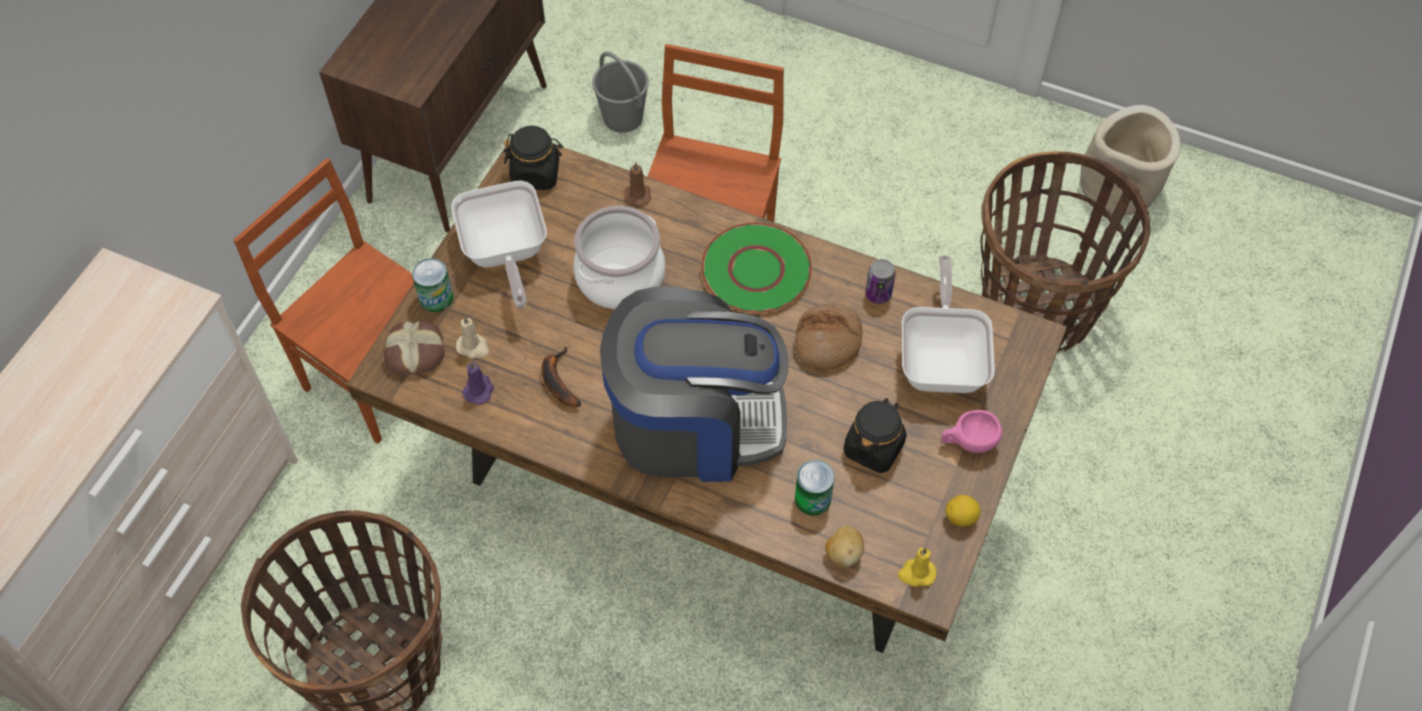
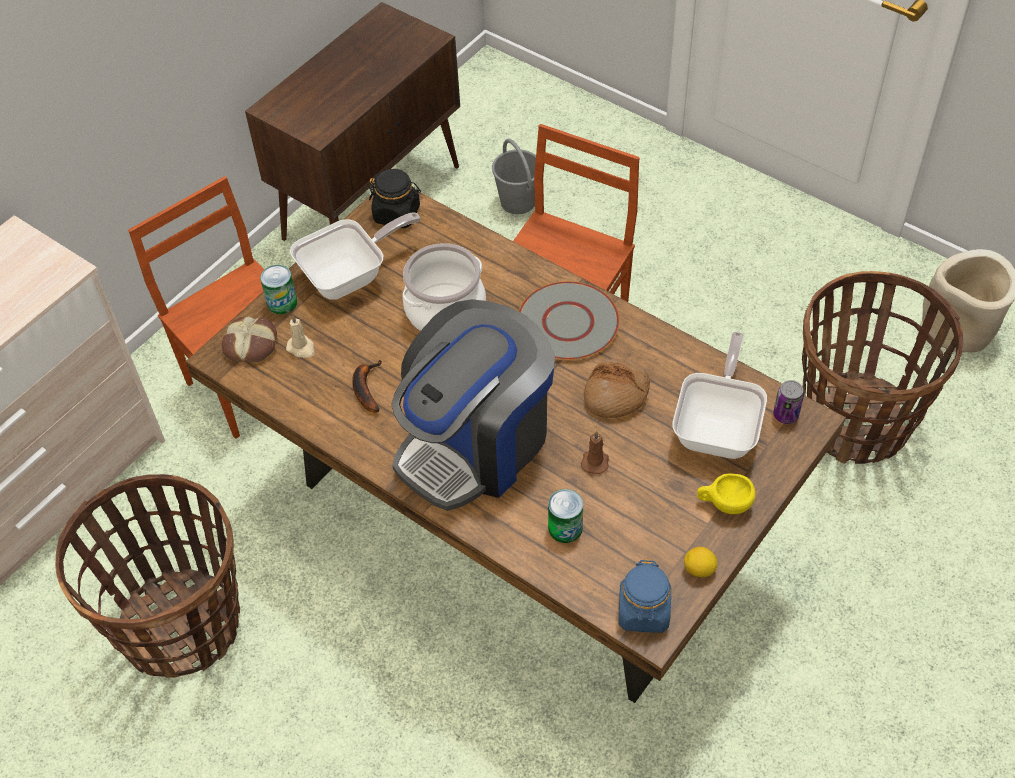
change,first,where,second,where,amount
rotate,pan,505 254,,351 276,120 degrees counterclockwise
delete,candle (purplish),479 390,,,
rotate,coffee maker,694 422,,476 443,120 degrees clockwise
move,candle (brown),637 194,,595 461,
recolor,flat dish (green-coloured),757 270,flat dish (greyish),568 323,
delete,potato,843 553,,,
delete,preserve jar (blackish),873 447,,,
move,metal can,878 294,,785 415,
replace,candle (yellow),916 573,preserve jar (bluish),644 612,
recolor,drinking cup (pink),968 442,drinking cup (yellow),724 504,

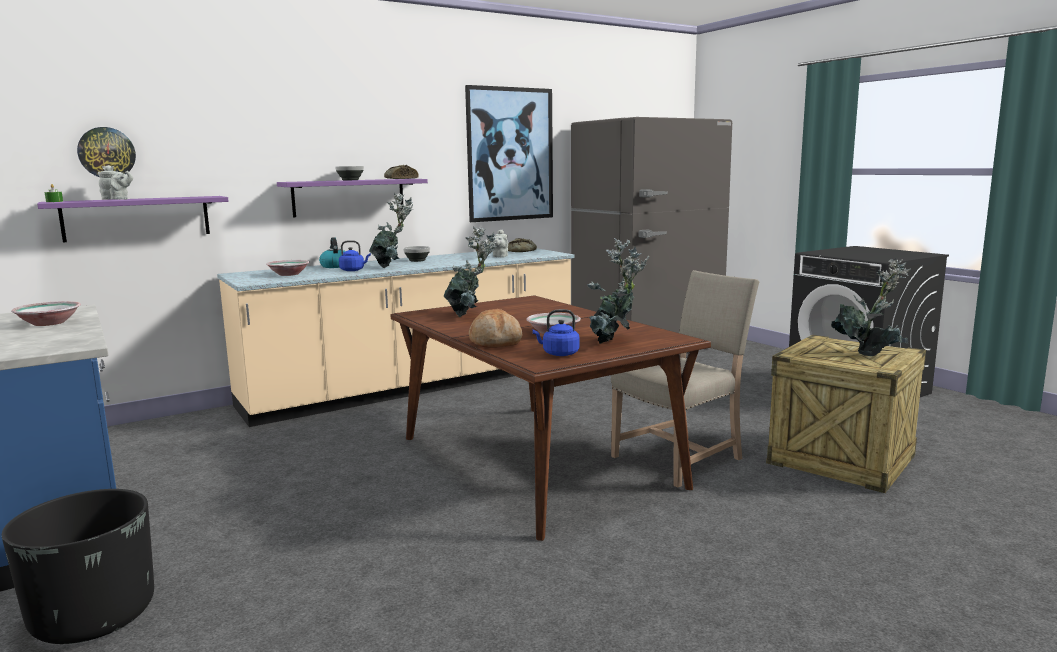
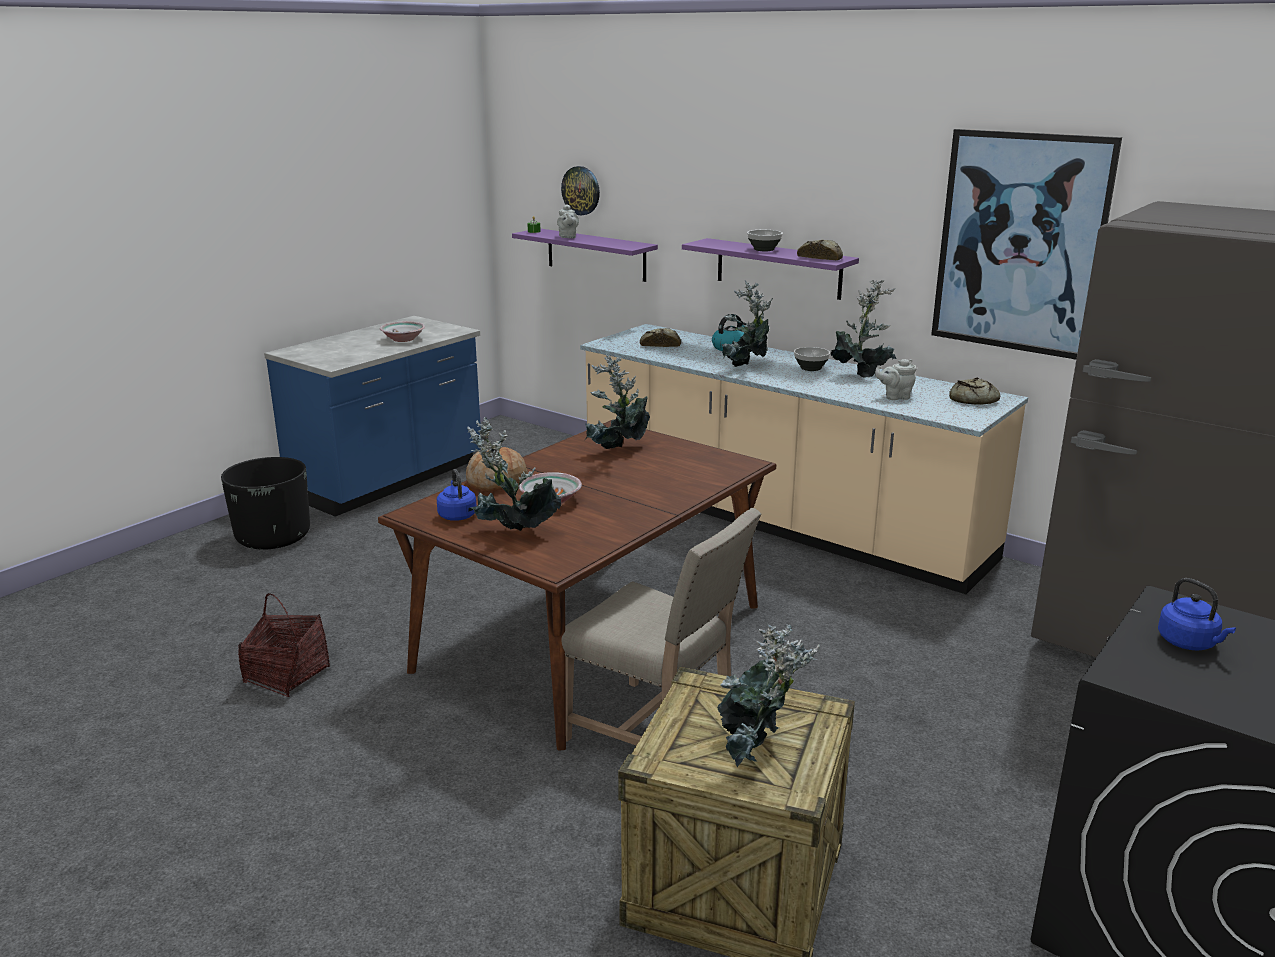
change,first,where,second,where,amount
replace,serving bowl,289 274,baked bread,660 344,
move,water kettle (bluish),353 270,,1189 643,
insert,,,storage basket,287 675,
insert,,,plant in a pot,862 374,

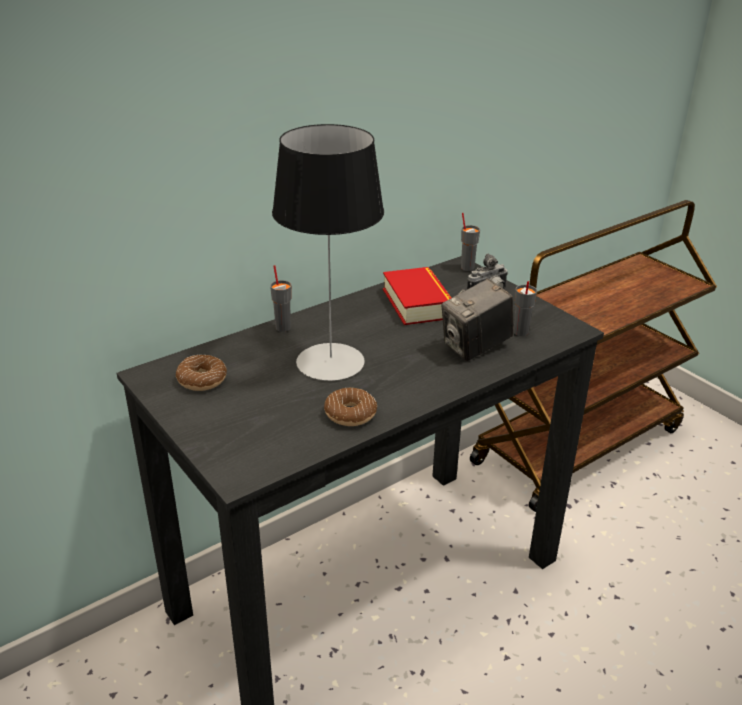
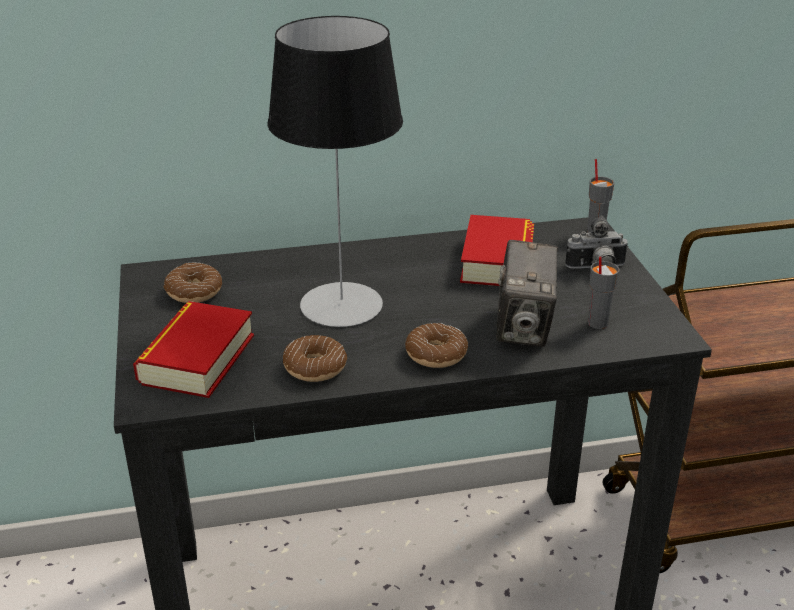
change,first,where,second,where,amount
delete,drinking cup (greyish),283 327,,,
rotate,still camera,475 347,,524 328,75 degrees counterclockwise
insert,,,volume,197 359,
insert,,,donut,436 354,

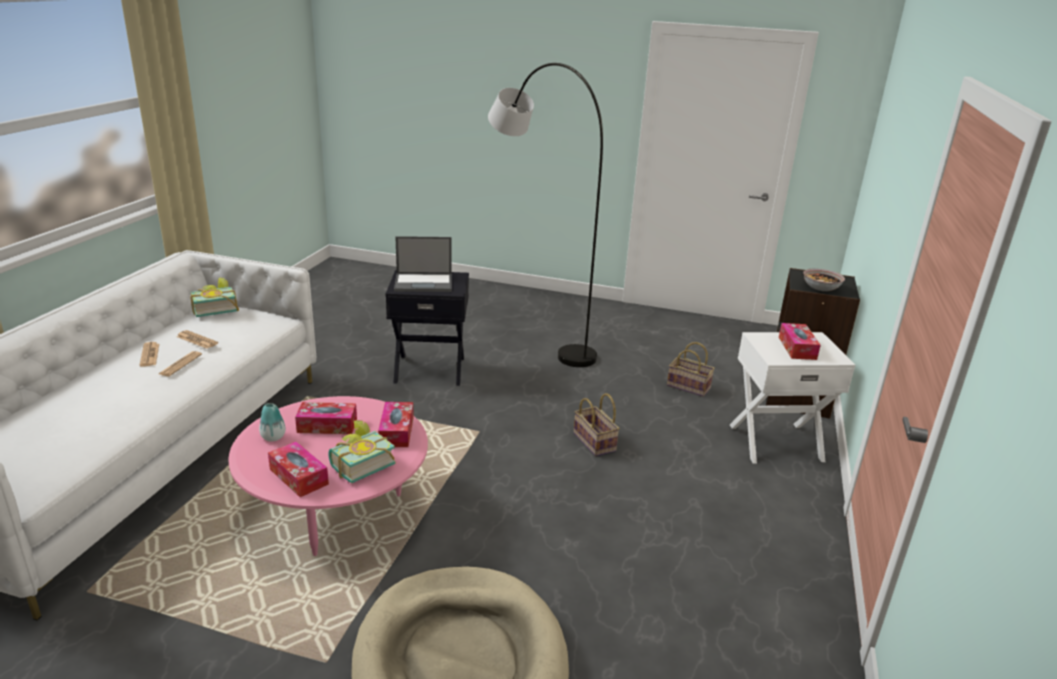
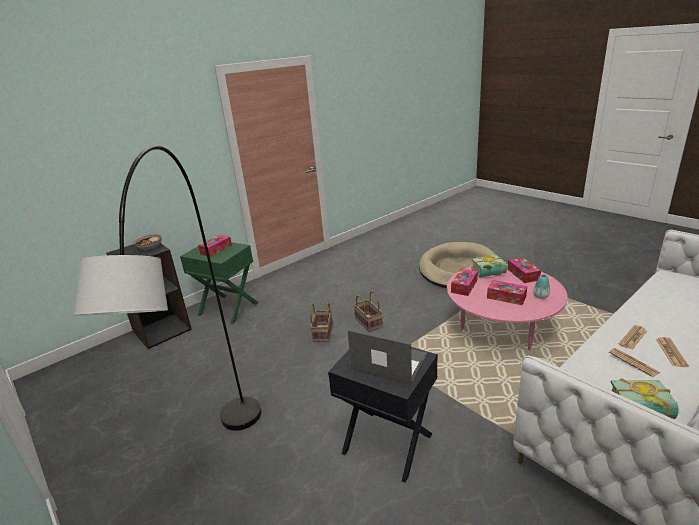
change,first,where,second,where,amount
move,storage basket,689 387,,367 322,
recolor,end table (white-coloured),775 442,end table (green-coloured),228 309,

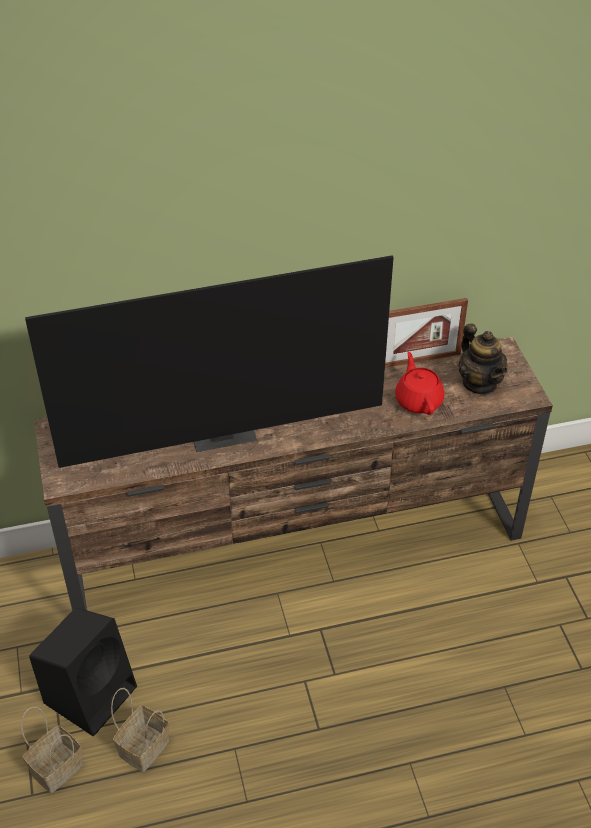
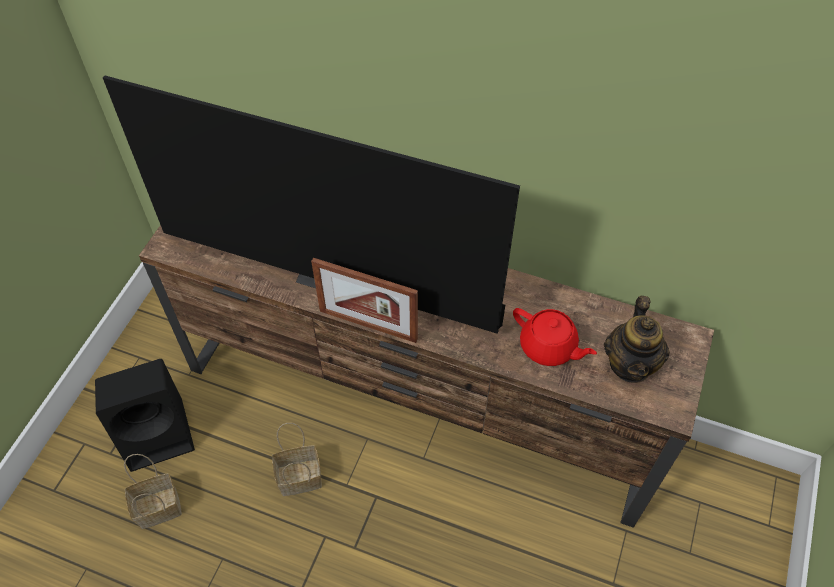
change,first,where,second,where,amount
move,storage basket,57 766,,301 476,
move,standing frame,419 360,,368 325,
rotate,pot for tea (red-coloured),418 400,,548 347,105 degrees clockwise

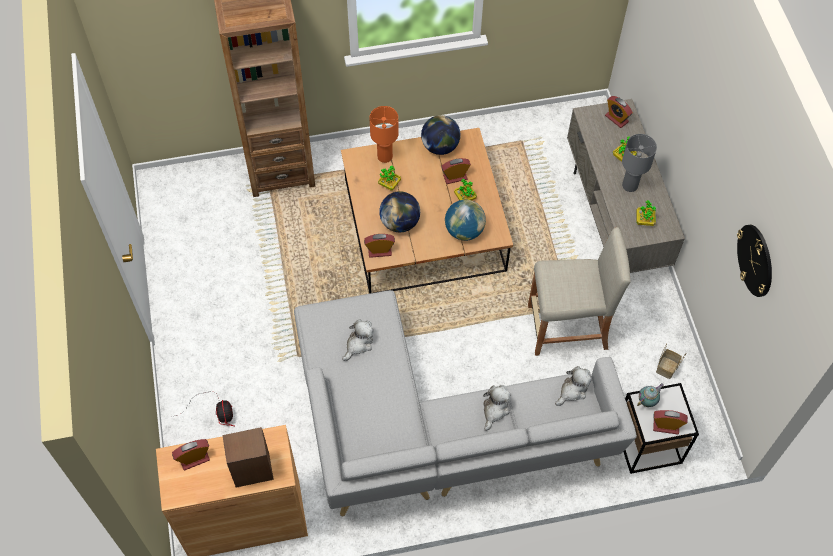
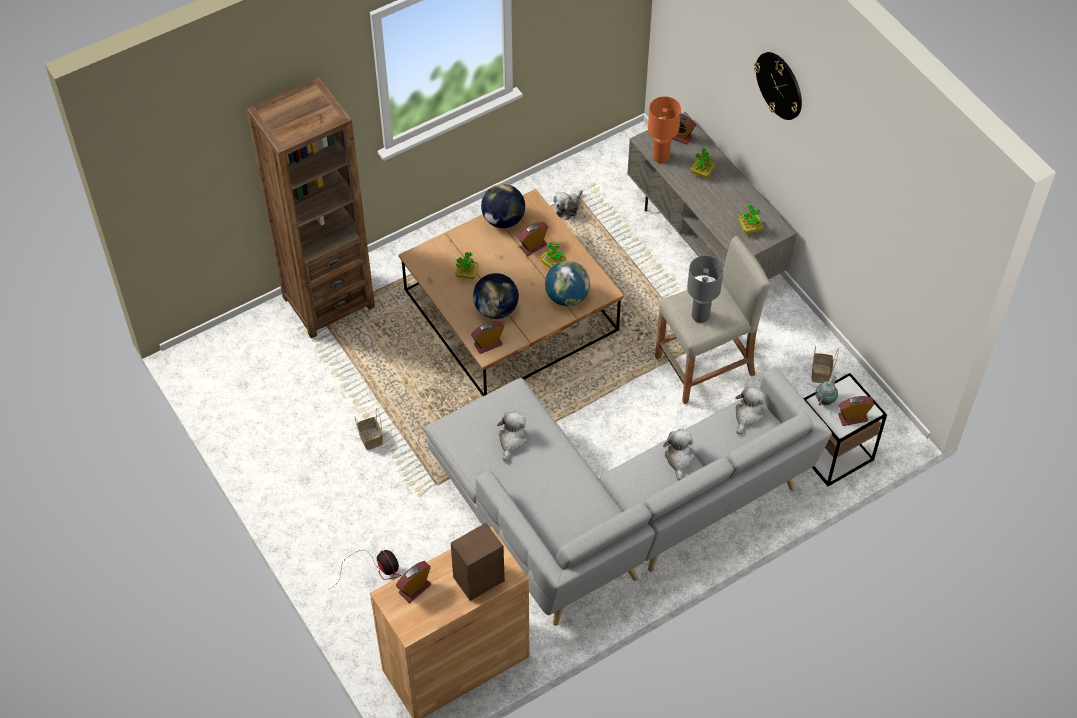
change,first,where,second,where,amount
move,tabletop lamp (orange-coloured),385 157,,661 157,
move,tabletop lamp (greyish),630 186,,701 316,
move,wall clock,755 260,,779 85,
insert,,,storage basket,370 438,
insert,,,soft toy,567 208,

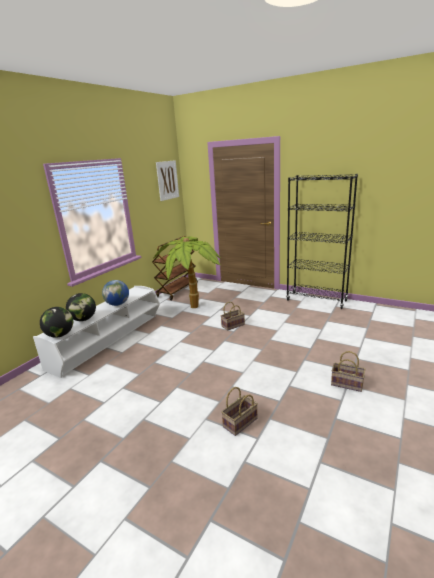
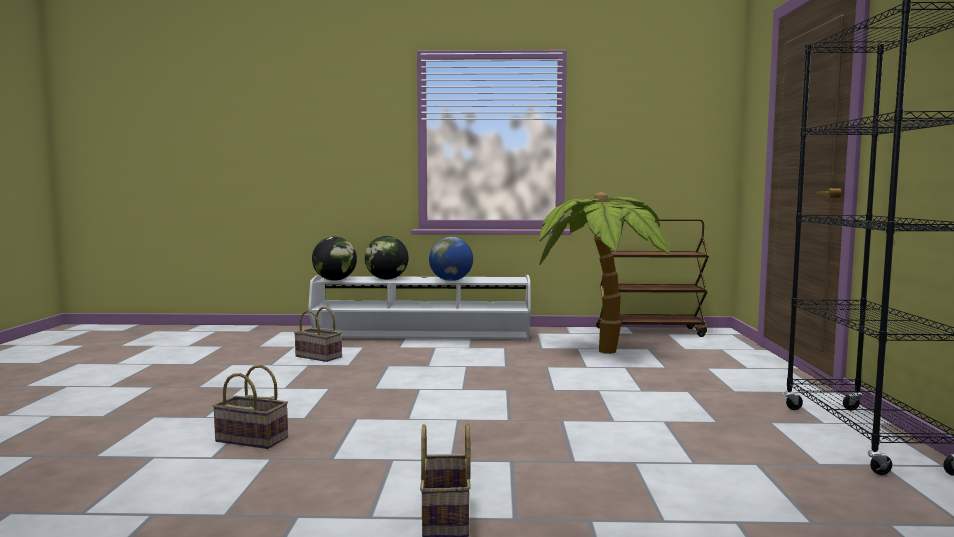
change,first,where,second,where,amount
delete,picture,167 180,,,
move,storage basket,233 325,,320 356,

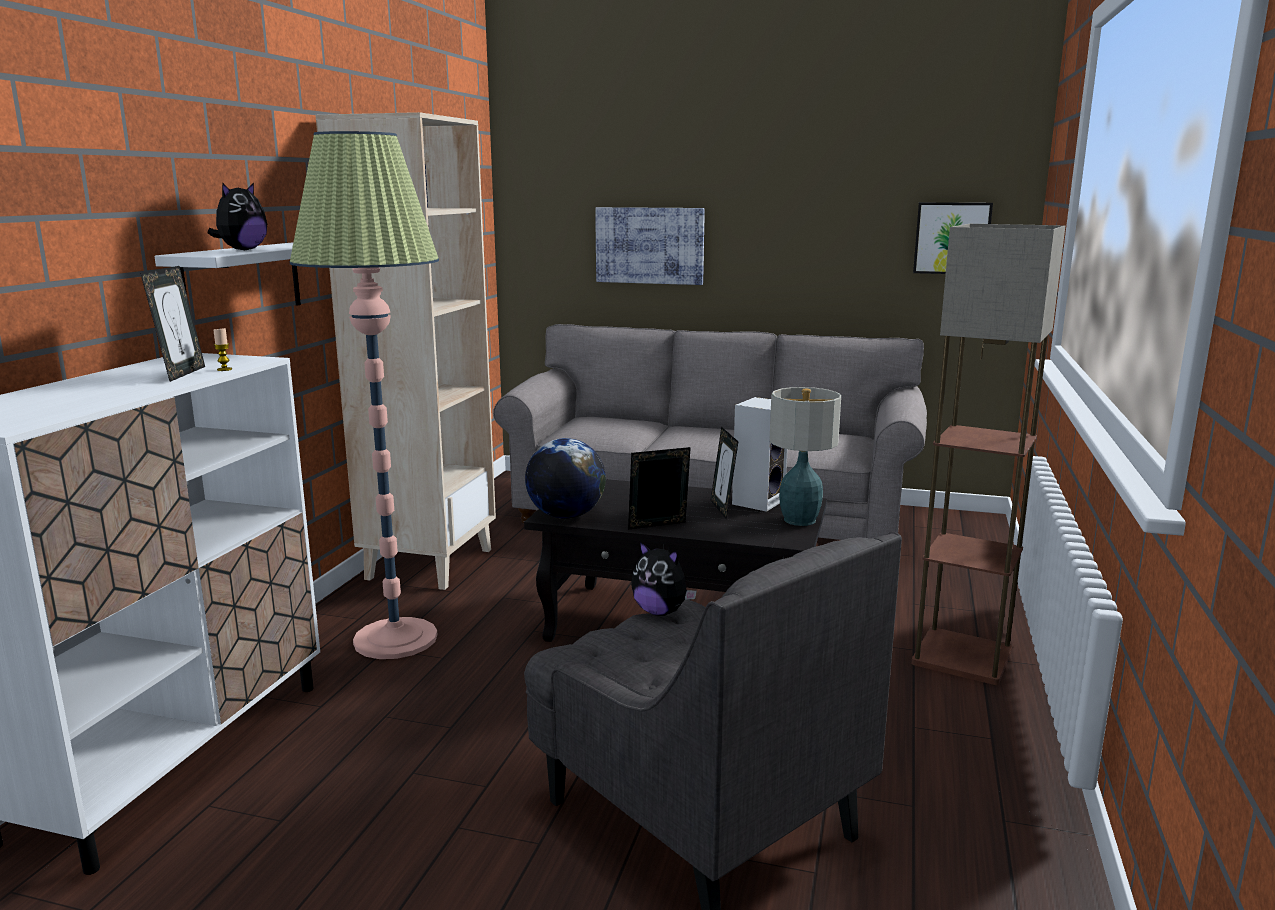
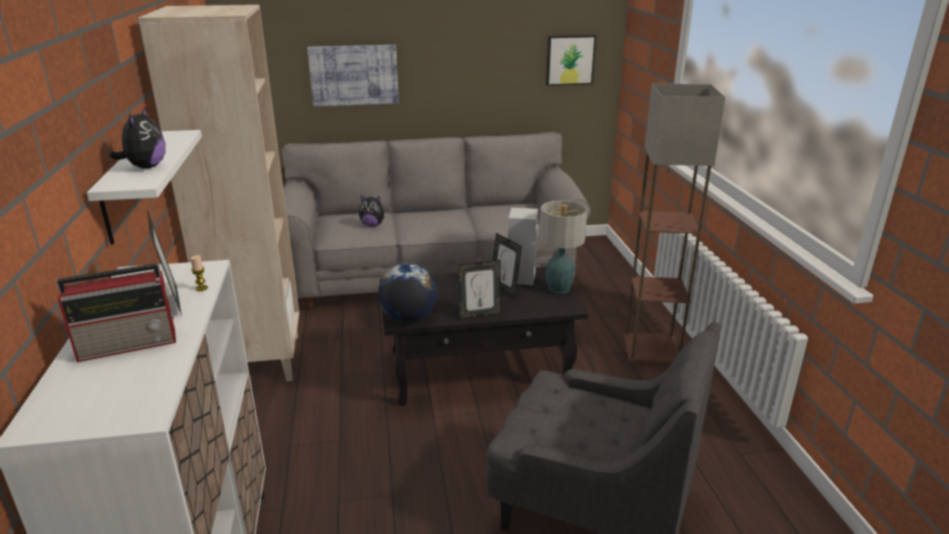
change,first,where,second,where,amount
delete,floor lamp,395 639,,,
rotate,standing frame,658 527,,479 315,150 degrees counterclockwise
move,soft toy,660 612,,373 225,
insert,,,radio set,130 344,

